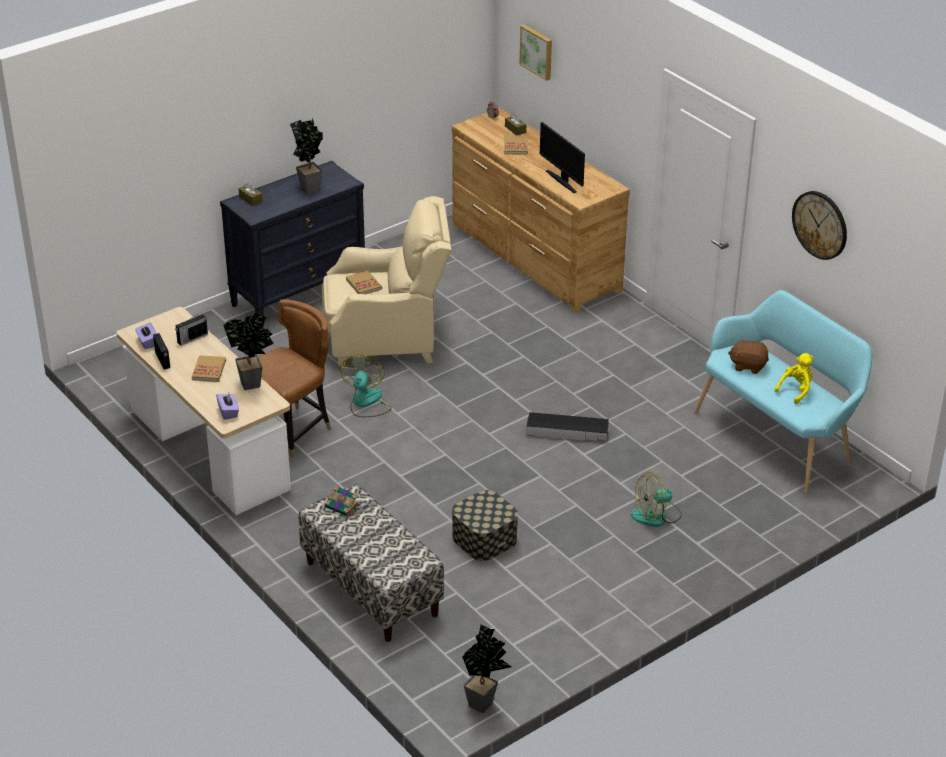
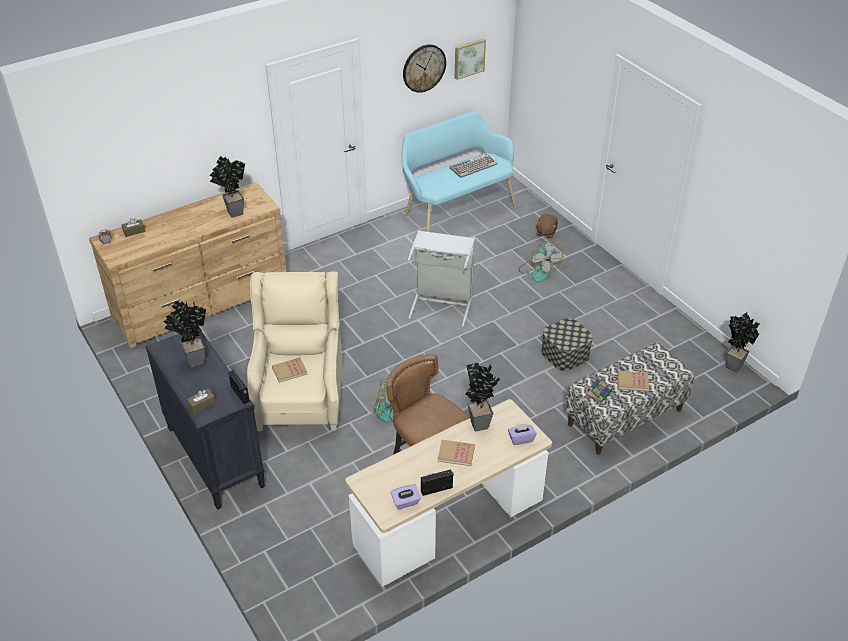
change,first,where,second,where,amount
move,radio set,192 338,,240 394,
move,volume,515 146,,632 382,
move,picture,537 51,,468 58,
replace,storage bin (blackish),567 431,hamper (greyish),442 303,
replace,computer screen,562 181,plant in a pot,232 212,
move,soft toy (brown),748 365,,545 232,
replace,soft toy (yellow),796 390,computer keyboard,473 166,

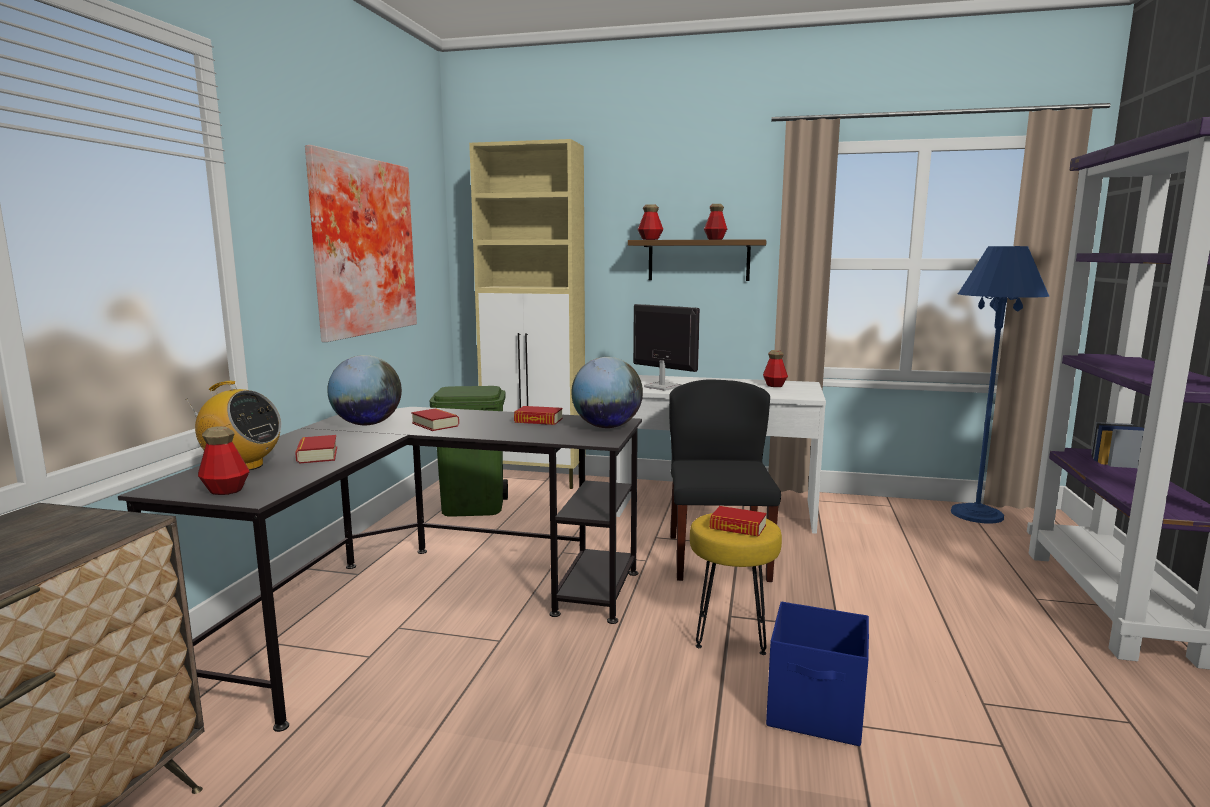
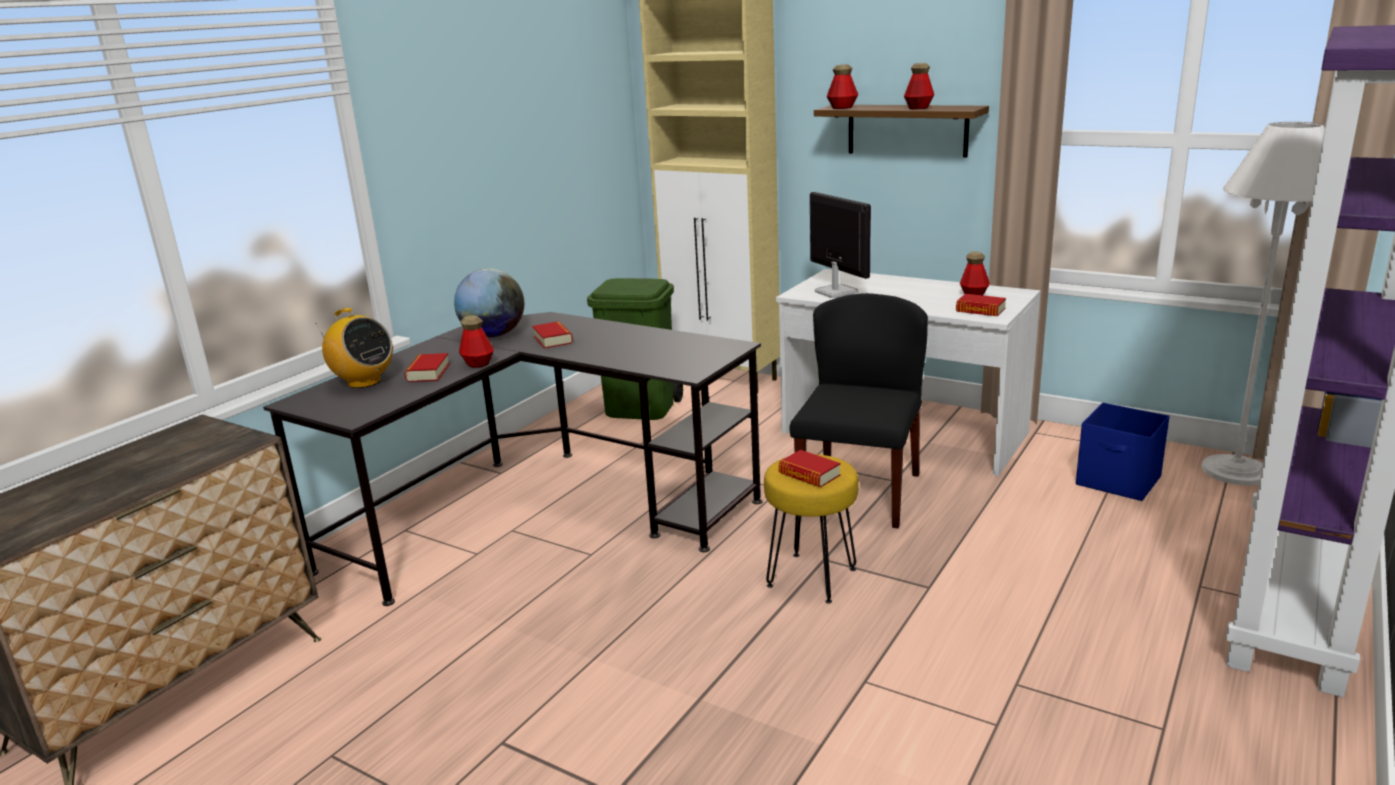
change,first,where,second,where,amount
move,drink bottle,225 490,,478 364,
delete,picture,360 247,,,
move,volume,538 420,,980 310,
delete,globe,606 427,,,
move,storage bin (bluish),817 712,,1119 481,
recolor,floor lamp (bluish),976 514,floor lamp (white-coloured),1235 471,

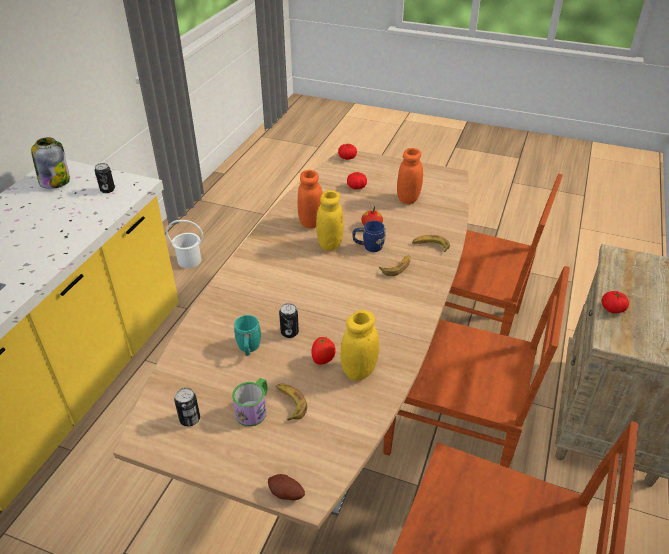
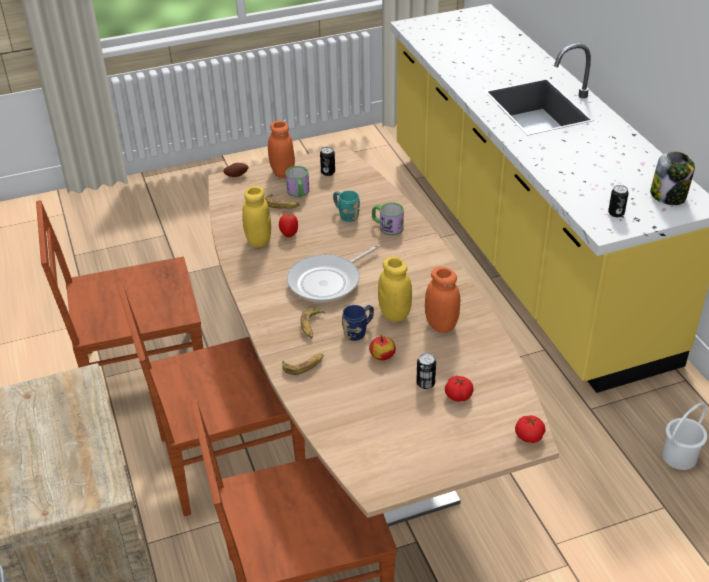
change,first,where,second,where,amount
move,metal can,289 332,,425 383,
move,preserve jar (orange-coloured),408 199,,282 172,
delete,whole tomato,612 309,,,
insert,,,pan,328 282,
insert,,,mug,387 227,

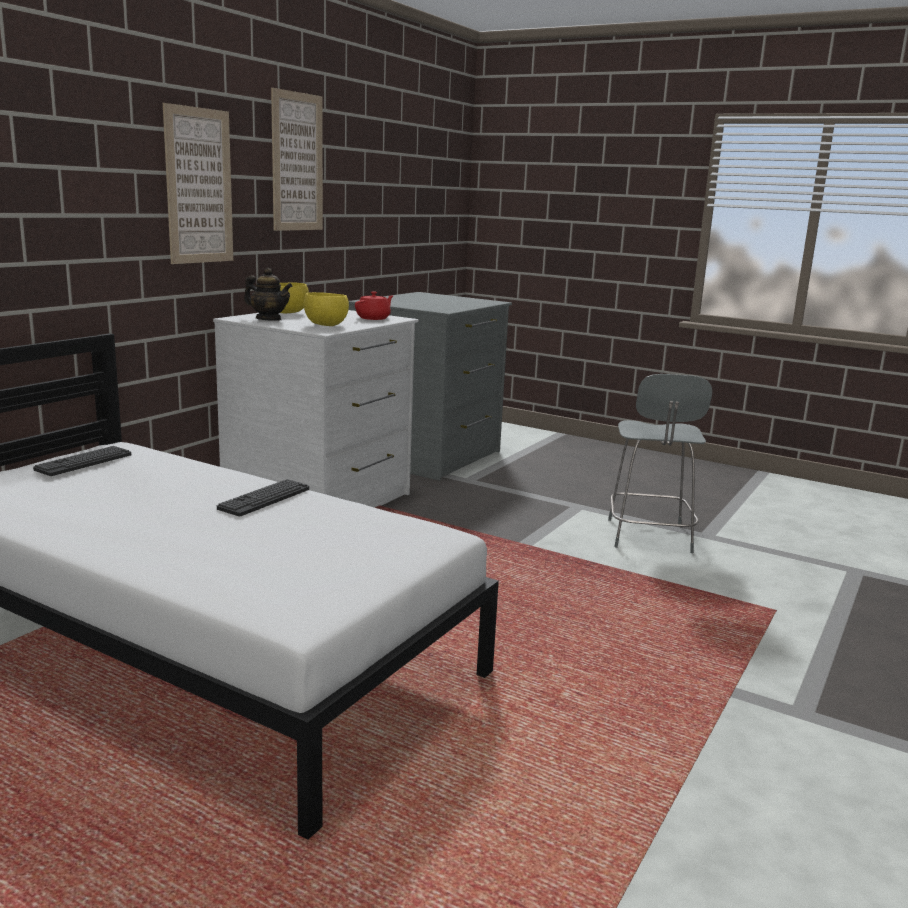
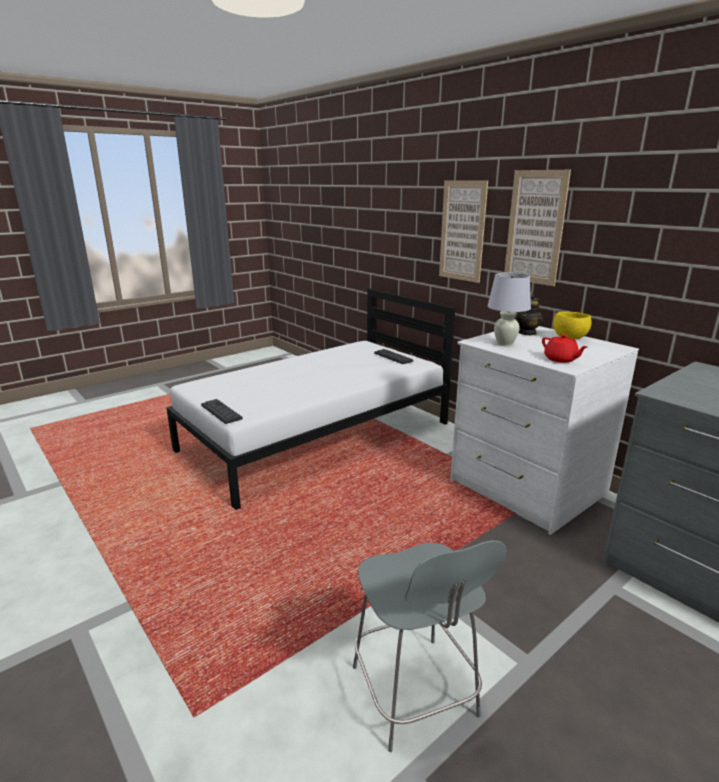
change,first,where,second,where,amount
move,computer keyboard,264 499,,221 412,
move,picture,297 162,,462 231,
replace,serving bowl (yellow),326 325,tabletop lamp (white-coloured),505 344,
rotate,plain chair (greyish),649 537,,415 695,135 degrees counterclockwise

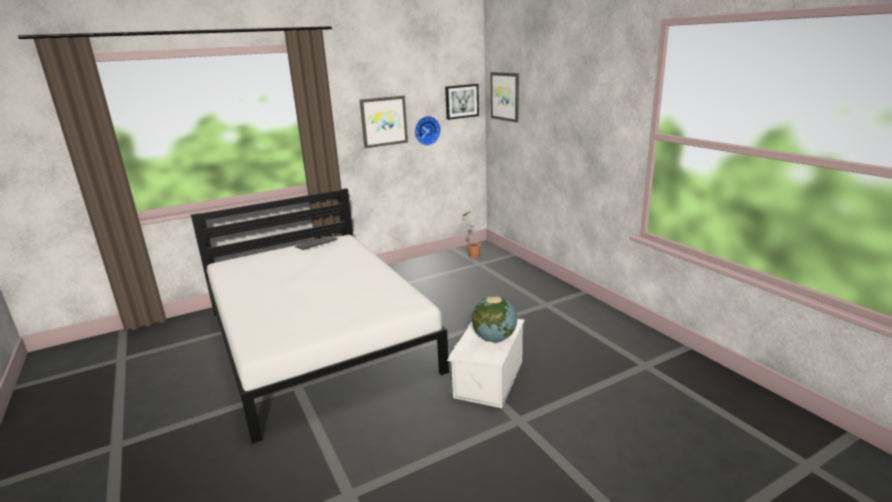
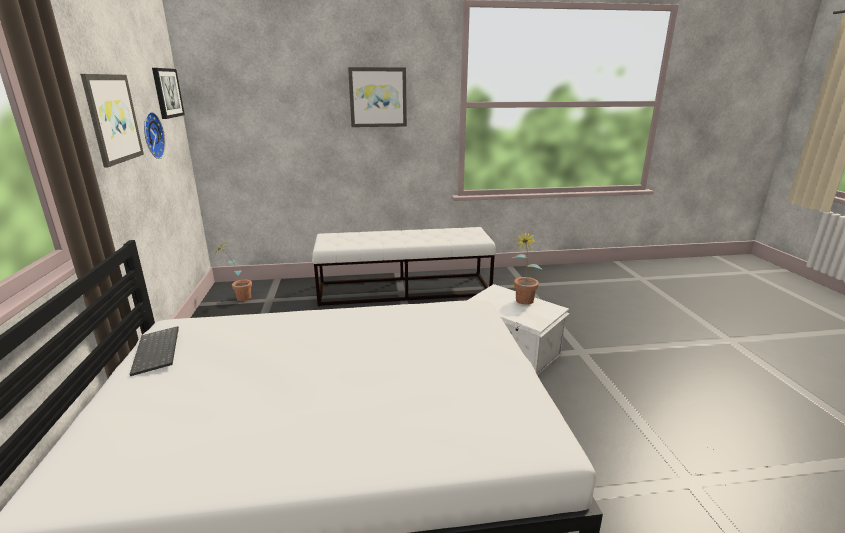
change,first,where,second,where,amount
replace,globe,494 338,plant in a pot,522 302,
move,picture,505 96,,378 97,
insert,,,long seat (white-coloured),404 289,

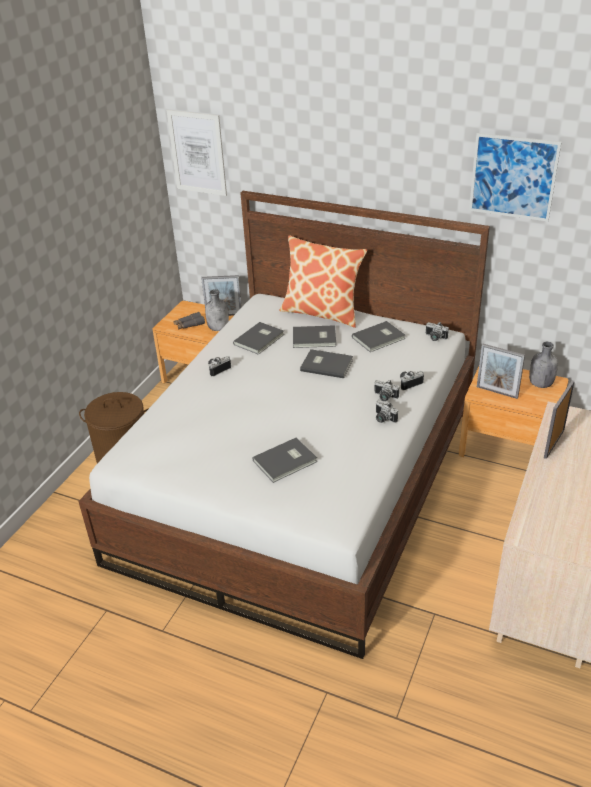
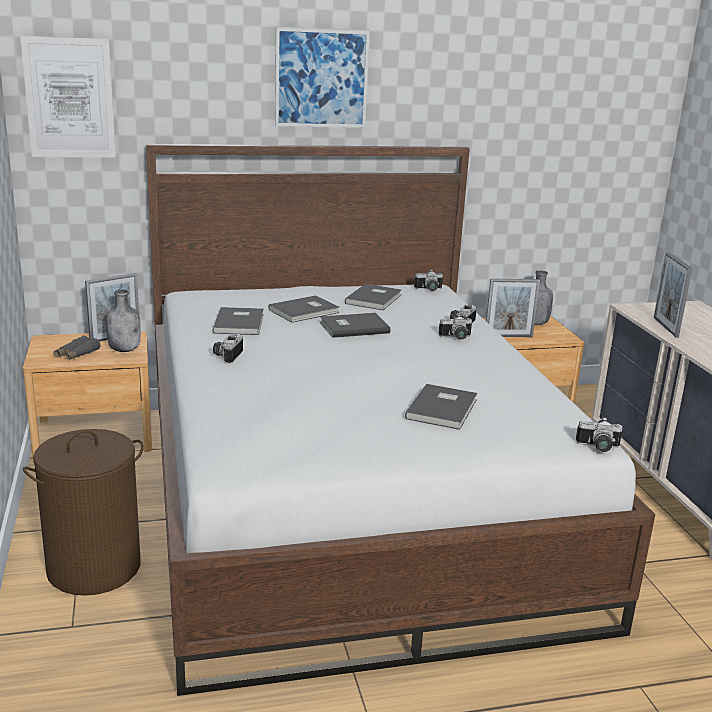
change,first,where,second,where,amount
delete,pillow,322 312,,,
move,still camera,383 419,,598 447,
move,picture,513 177,,321 78,

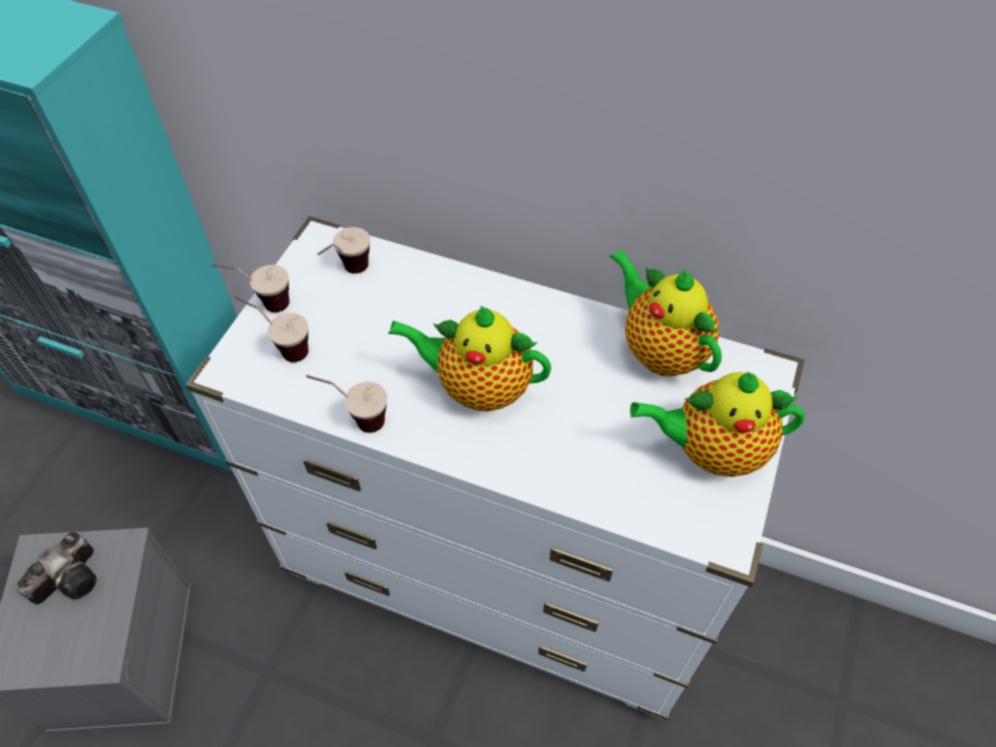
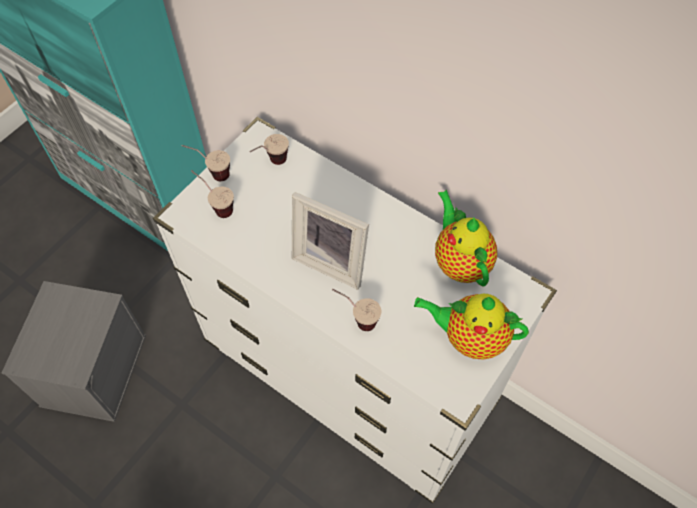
change,first,where,second,where,amount
delete,still camera,72 577,,,
move,drinking cup,354 419,,356 319,
replace,pot for tea,478 388,standing frame,332 261,

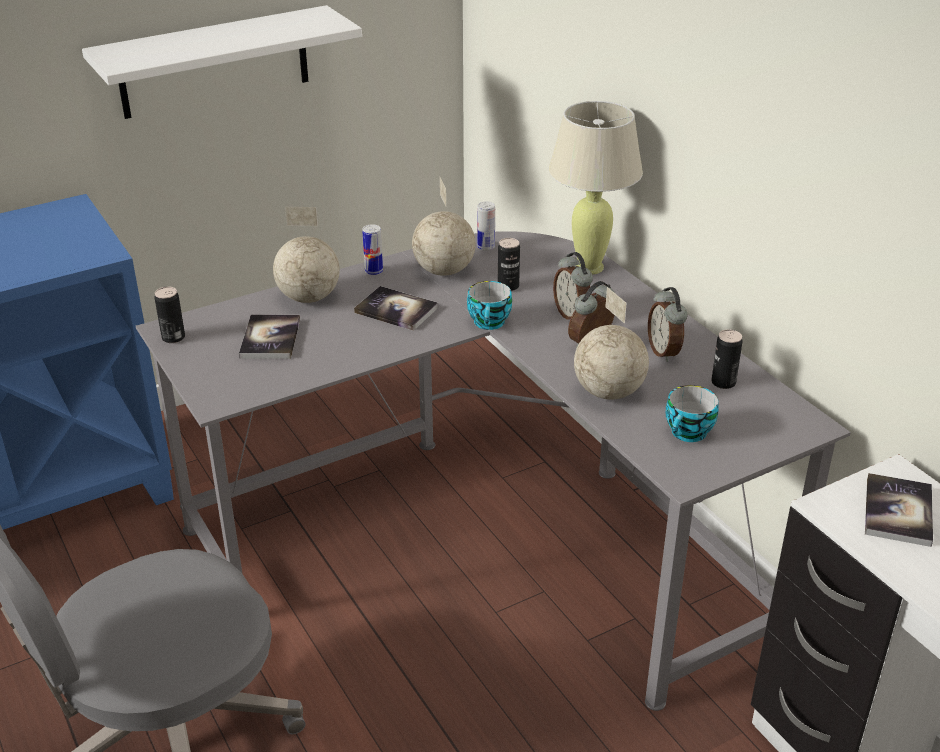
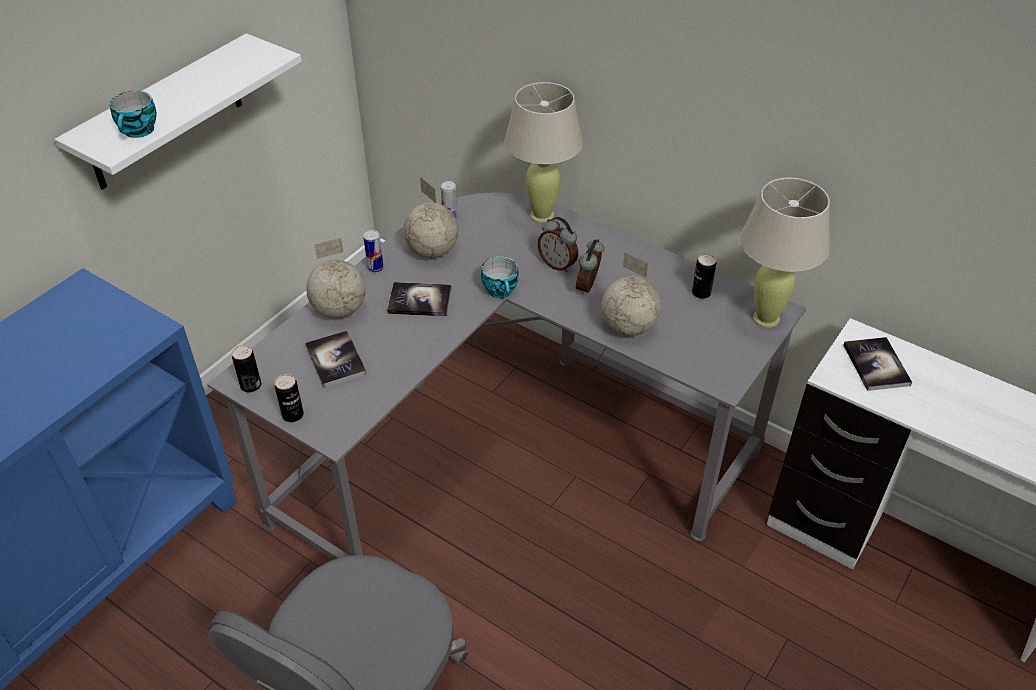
change,first,where,second,where,amount
move,metal can,508 286,,293 415,
delete,bedside clock,664 352,,,
move,drinking cup,689 433,,139 131,
insert,,,tabletop lamp (beige),766 319,

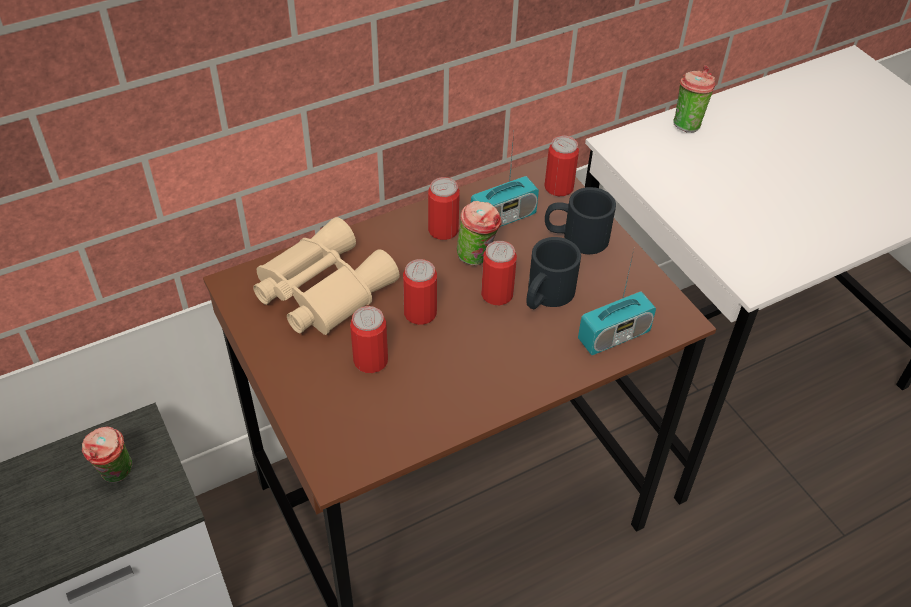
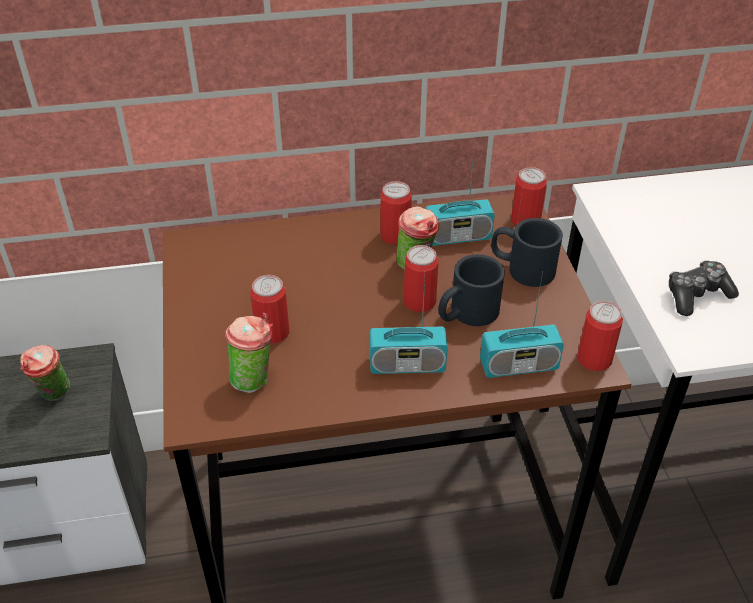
change,first,where,second,where,amount
delete,pair of binoculars (beige),320 289,,,
move,metal can,420 313,,594 359,
move,drinking cup,687 124,,254 378,
insert,,,radio set,407 365,
insert,,,game controller,697 295,

